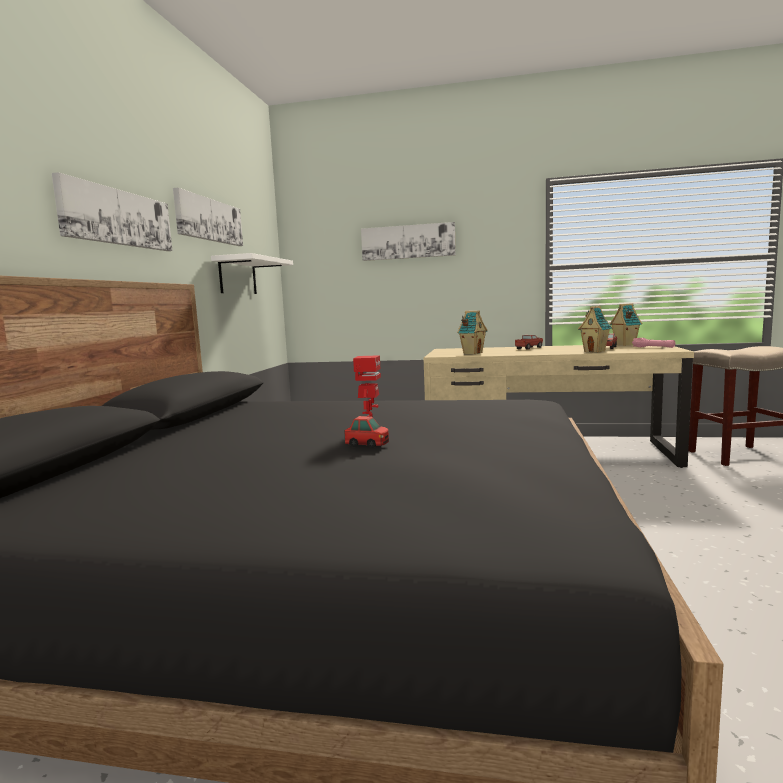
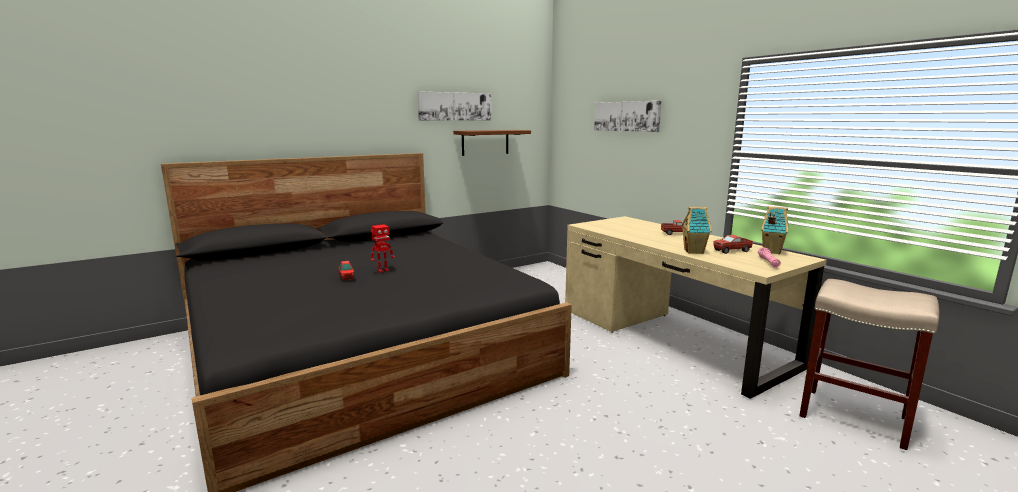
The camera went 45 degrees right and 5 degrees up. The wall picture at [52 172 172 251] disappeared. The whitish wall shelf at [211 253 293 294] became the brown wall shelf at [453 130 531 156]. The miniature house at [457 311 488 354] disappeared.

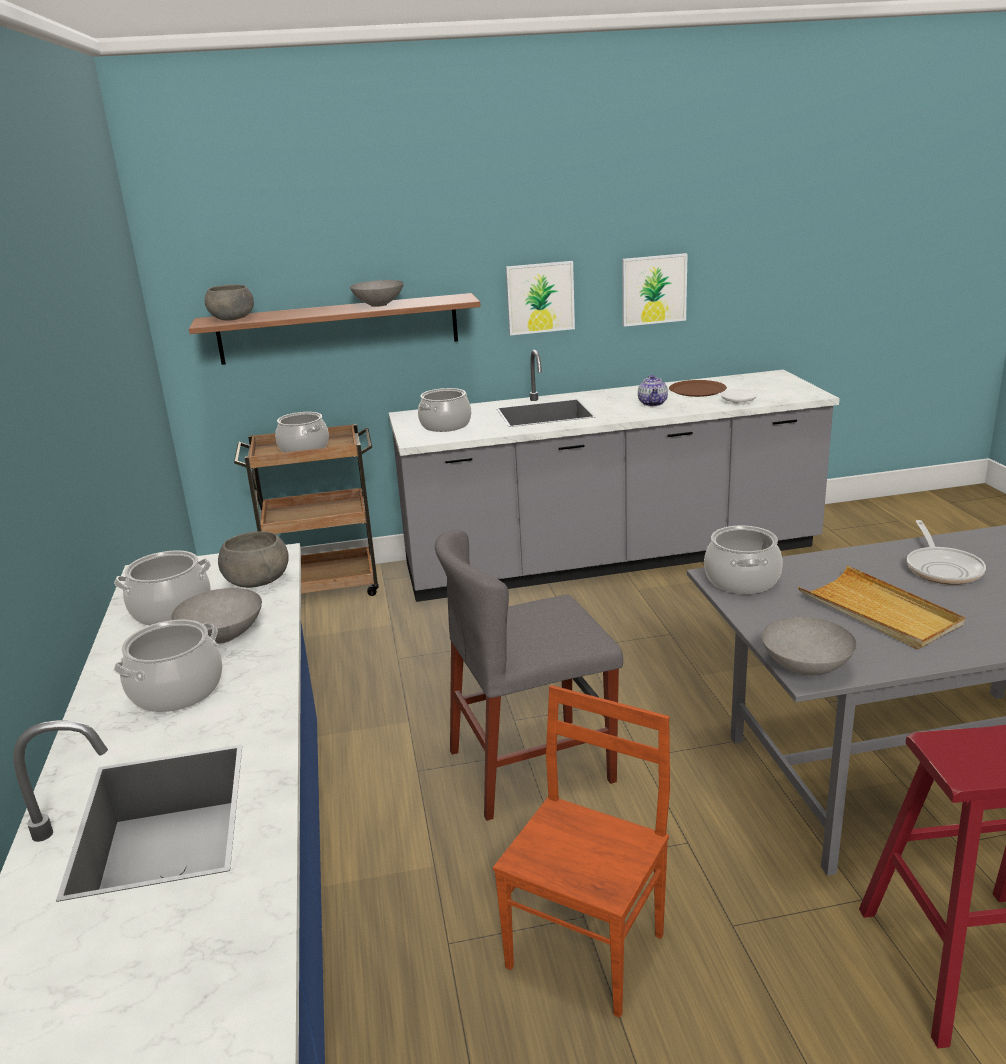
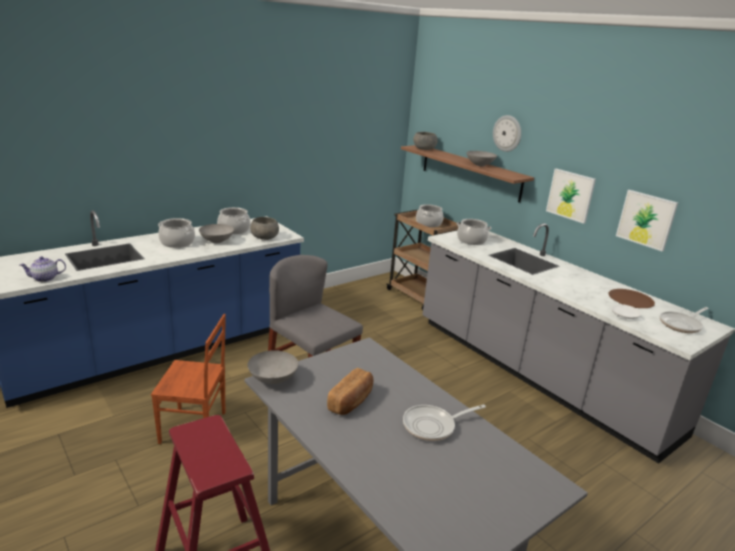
The camera went 60 degrees right and 0 degrees up. The teapot moved from [638 375 668 406] to [19 256 66 282]. The stockpot at [704 525 783 594] disappeared. The sand-coloured tray at [798 565 965 649] was replaced by the bakery bread at [327 368 373 415]. The hanging clock at [493 115 521 152] appeared. The skillet at [659 307 709 333] appeared.

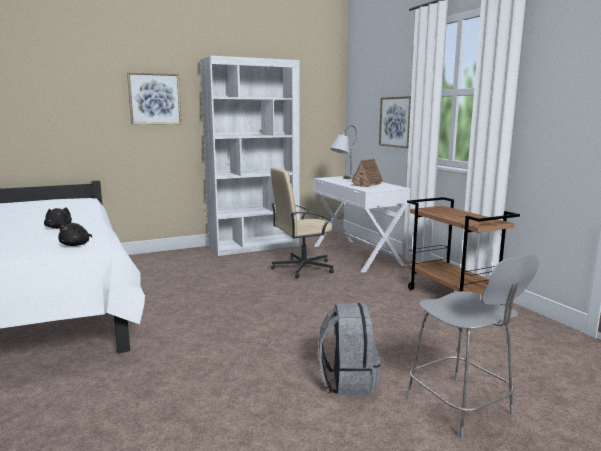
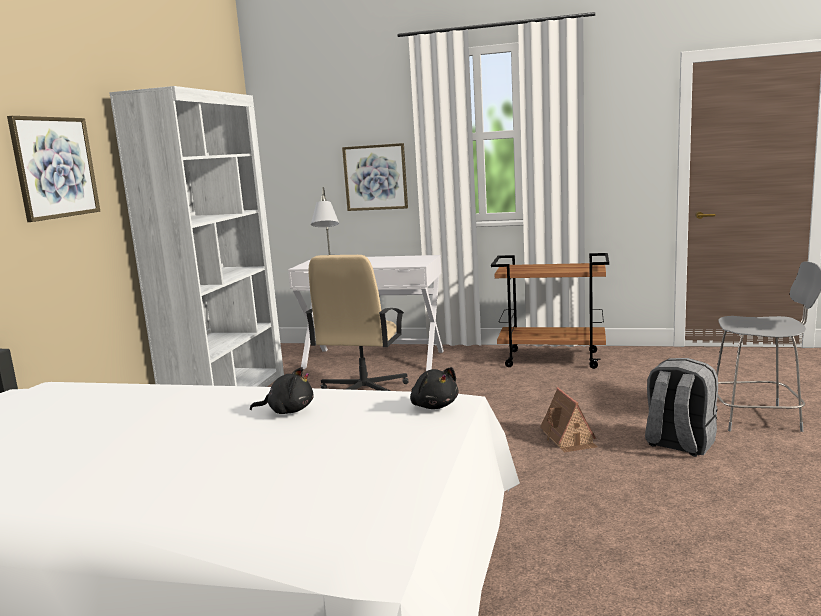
The camera went 50 degrees left and 0 degrees up. The miniature house moved from [352 158 383 187] to [540 387 598 452].

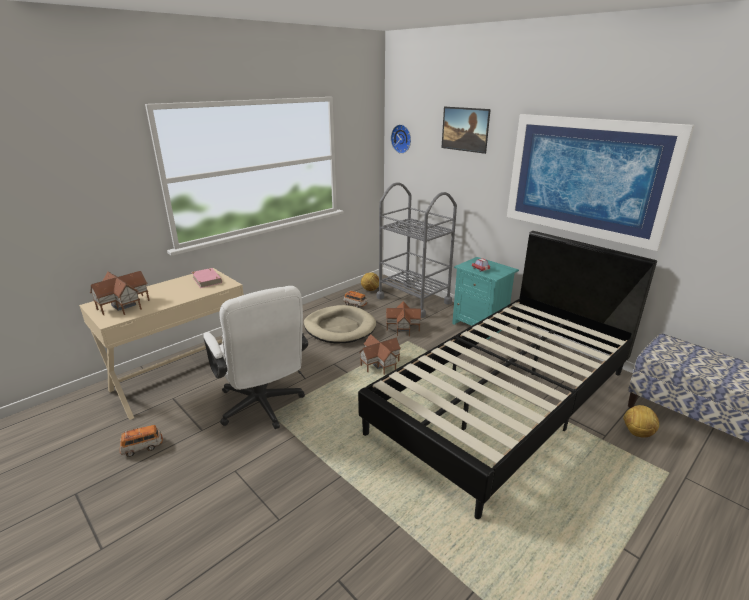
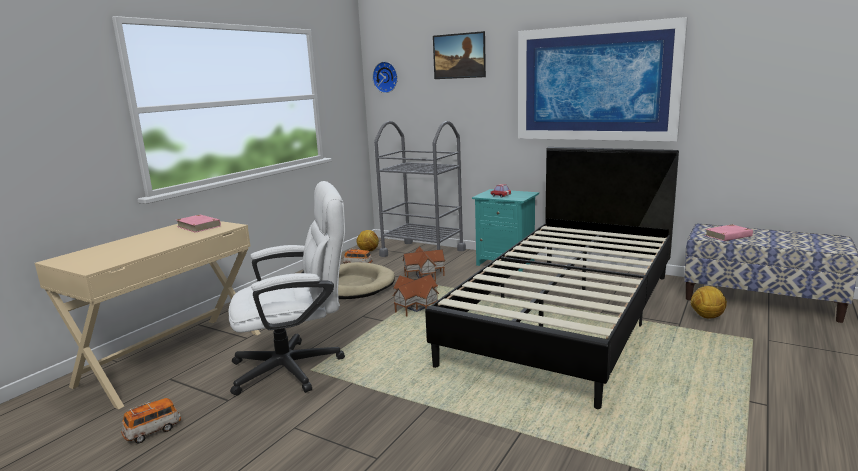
The camera went 15 degrees left and 10 degrees down. The miniature house at [90 271 150 315] disappeared. The whitish office chair at [204 286 308 429] turned 60 degrees counterclockwise. The pink-coloured volume at [705 224 753 241] appeared.

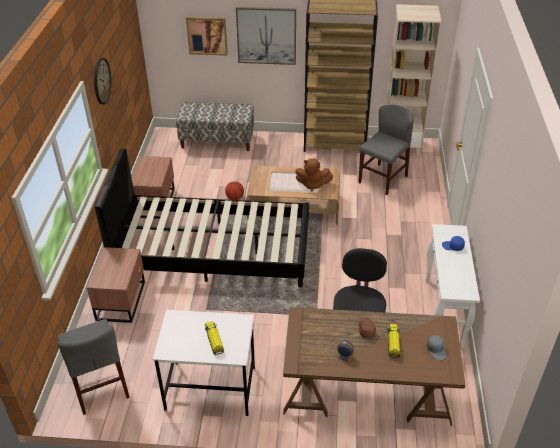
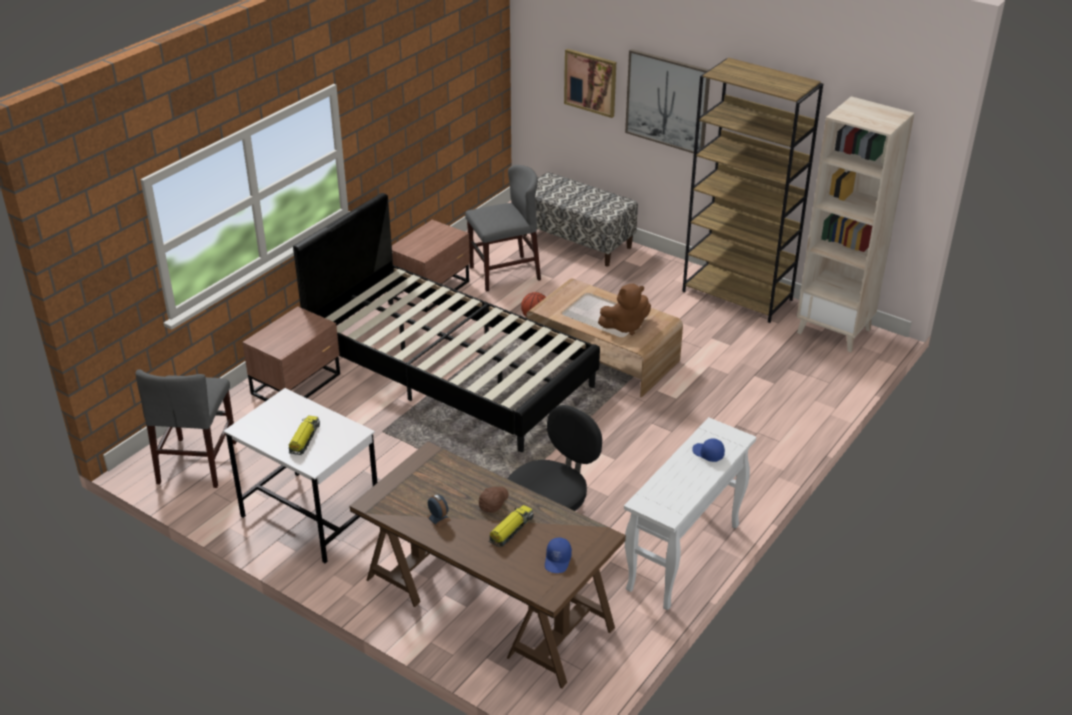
The camera went 30 degrees right and 5 degrees down. The hanging clock at [94 58 111 104] disappeared. The greyish chair moved from [358 105 414 195] to [465 165 541 292]. The brown soft toy at [295 158 334 192] turned 60 degrees counterclockwise. The greyish peaked cap at [427 335 447 360] became the bluish peaked cap at [545 538 572 573].

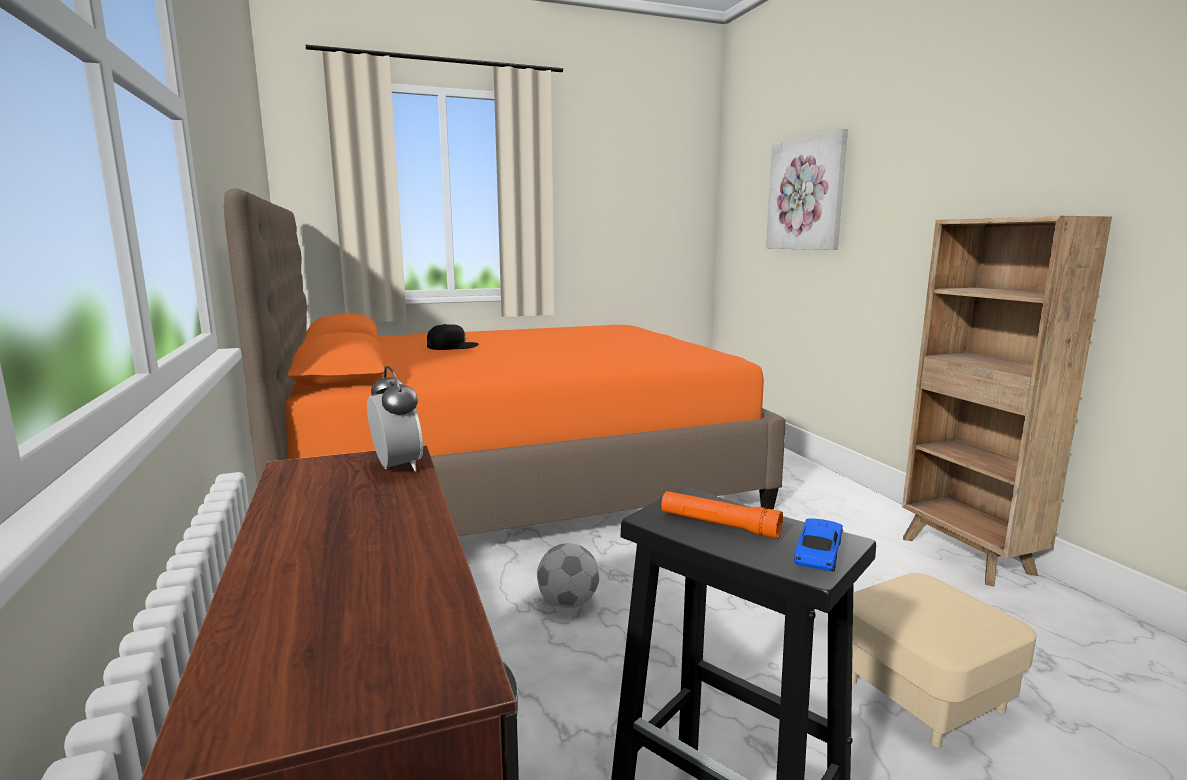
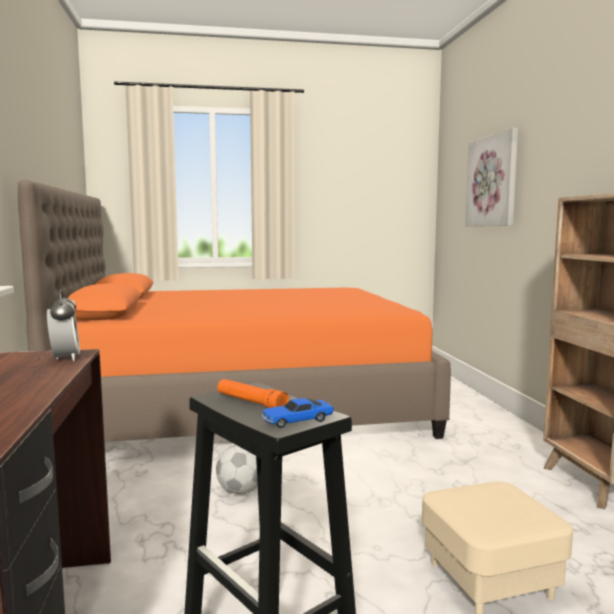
The camera went 10 degrees right and 5 degrees down. The blackish peaked cap at [427 324 479 350] disappeared. The miniature car at [794 518 843 571] turned 150 degrees counterclockwise.

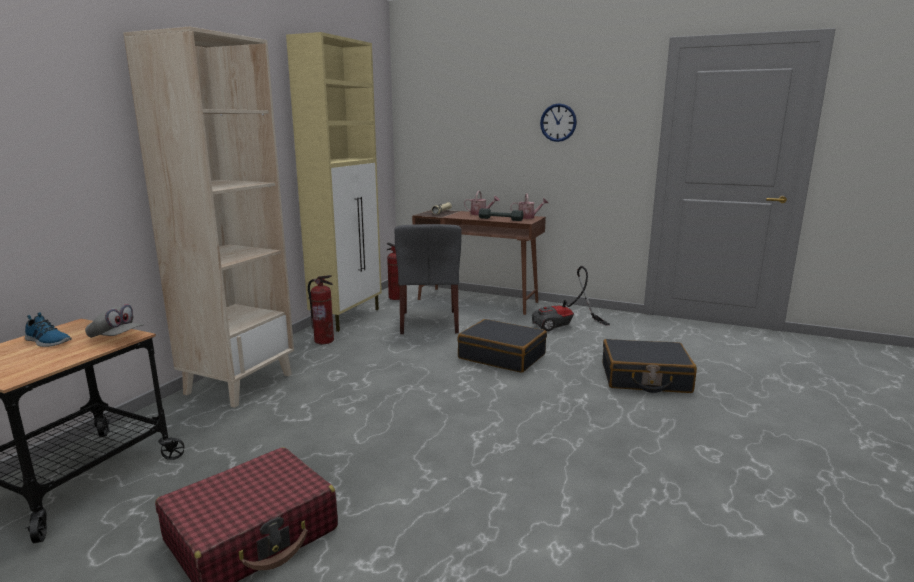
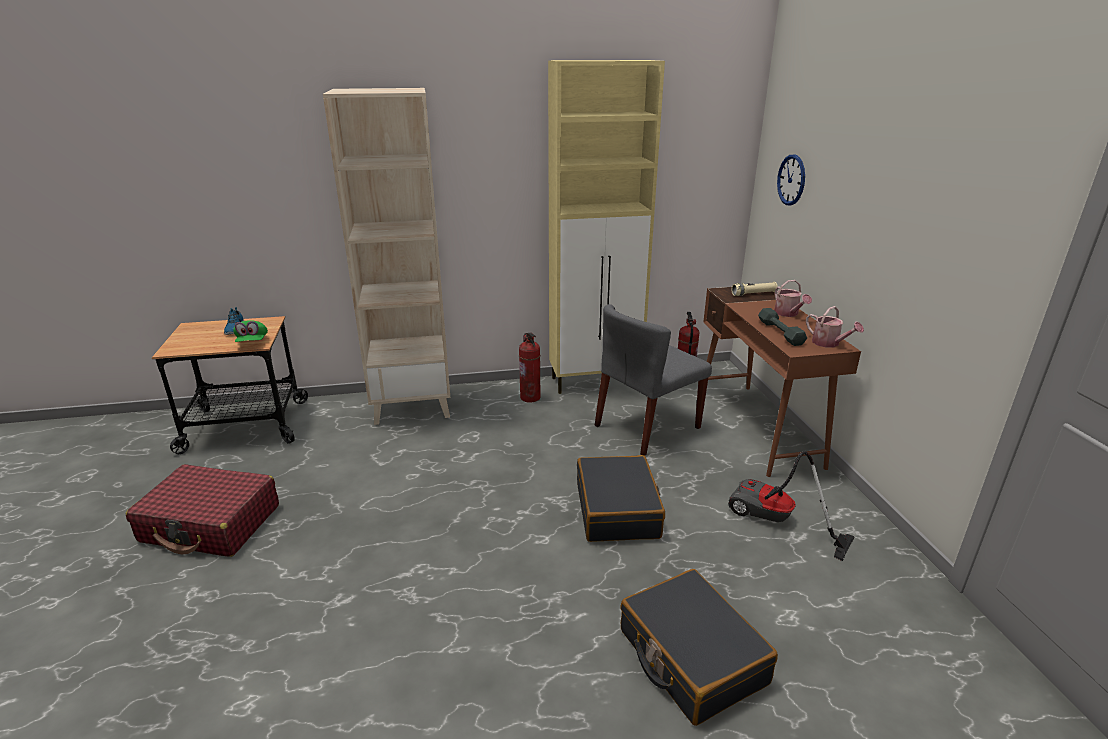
The camera went 55 degrees right and 10 degrees up. The hanging clock moved from [540 103 577 142] to [777 155 805 205]. The greyish peaked cap at [85 304 144 338] became the green peaked cap at [233 320 268 342].

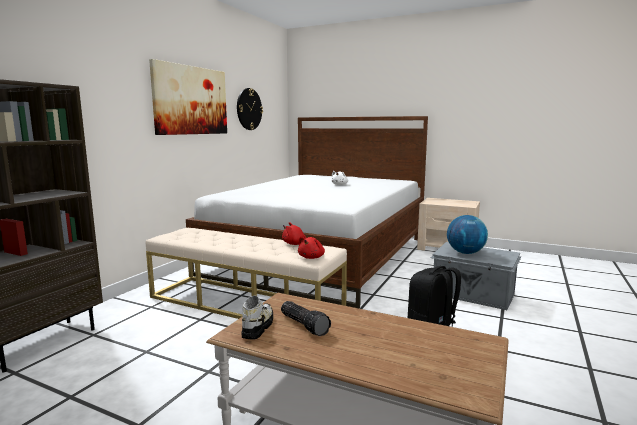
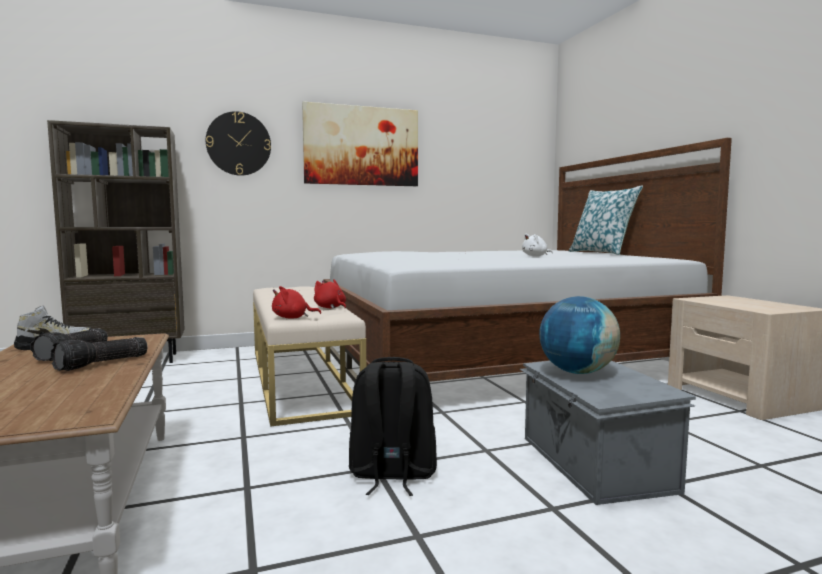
The camera went 45 degrees right and 5 degrees down. The hanging clock moved from [237 88 263 130] to [206 111 271 176]. The throw pillow at [569 186 643 255] appeared. The torch at [51 337 147 371] appeared.

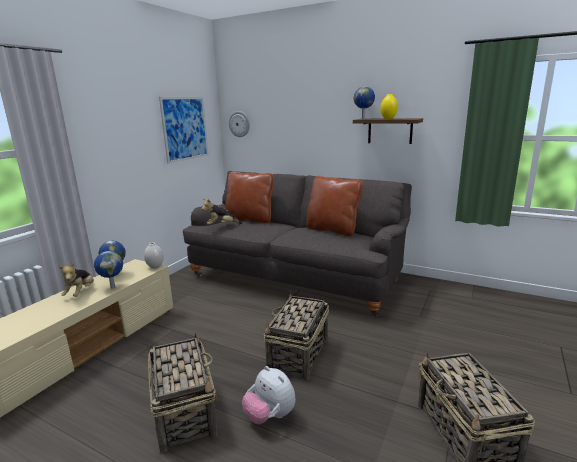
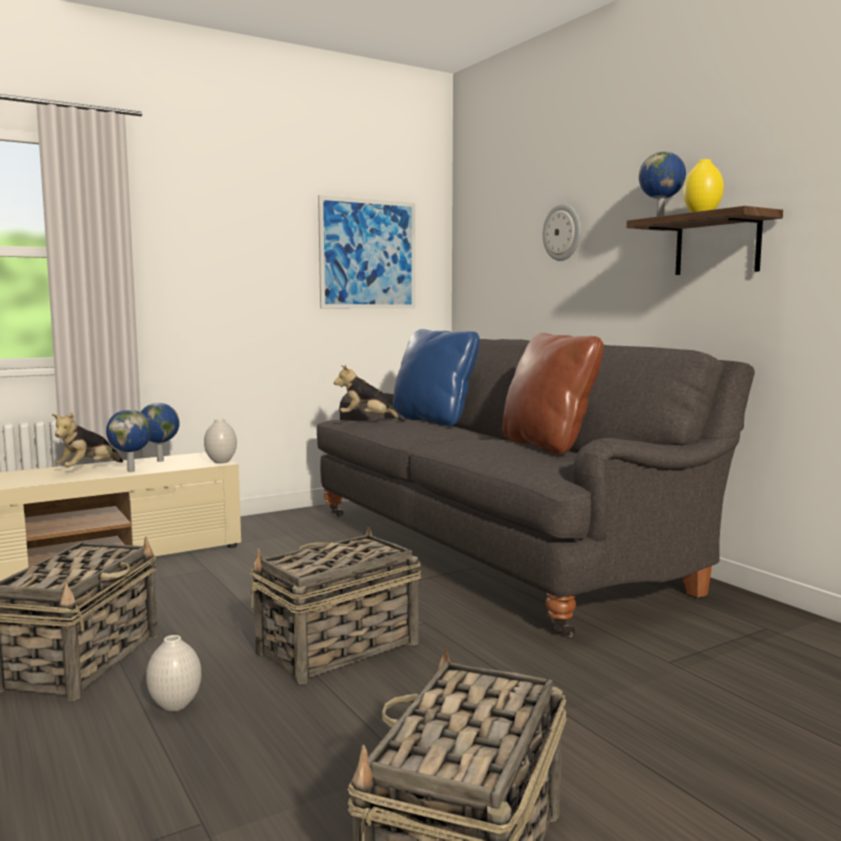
The camera went 30 degrees right and 10 degrees down. The hanging clock moved from [229 111 250 137] to [543 204 581 261]. The brown throw pillow at [225 172 274 223] became the bluish throw pillow at [393 329 480 426]. The soft toy at [242 366 296 424] was replaced by the whitish decorative vase at [146 635 202 712].

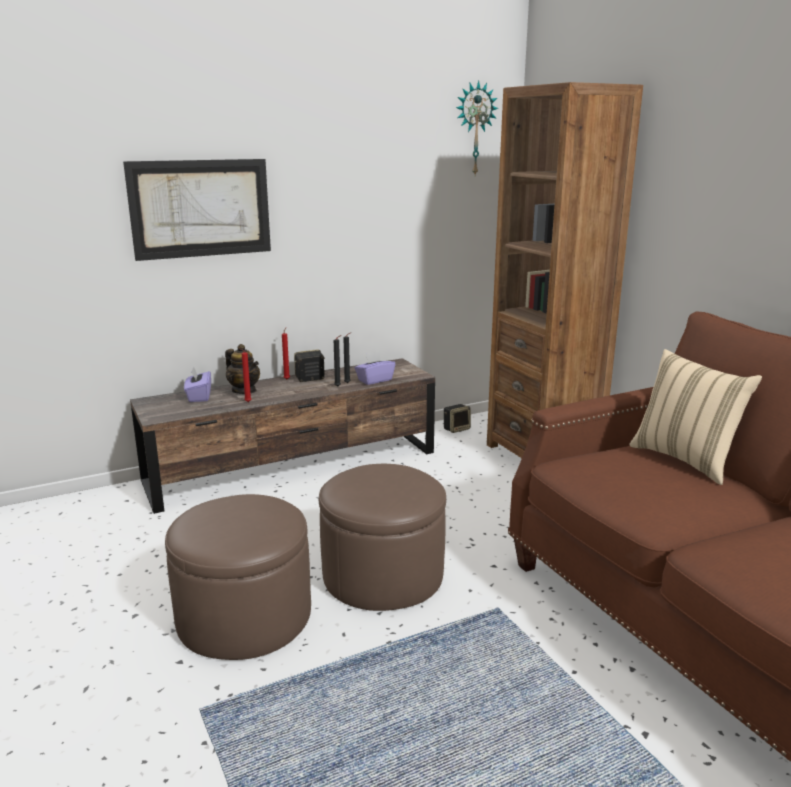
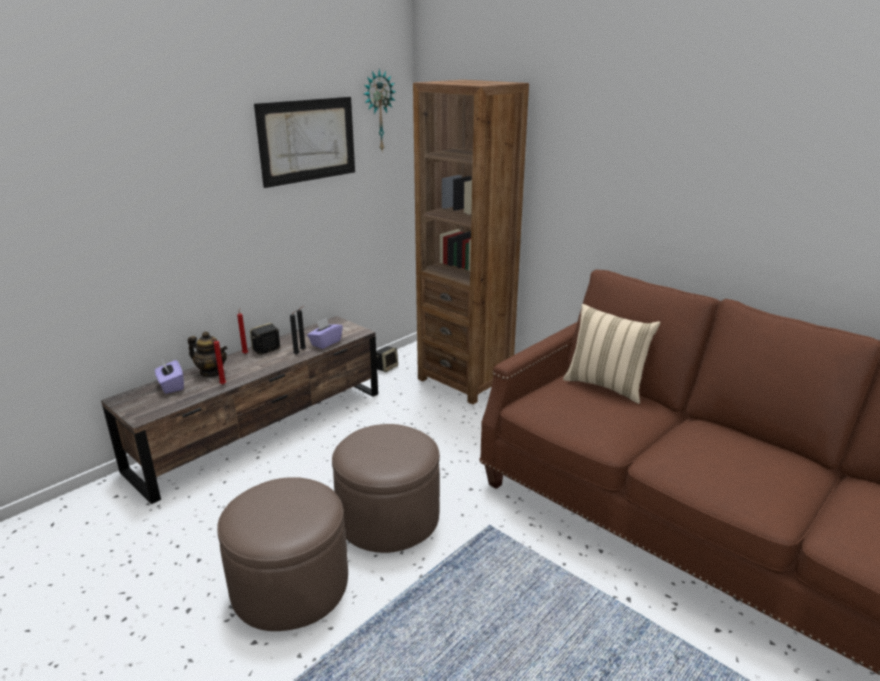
The camera went 20 degrees left and 5 degrees up. The wall picture moved from [123 159 271 261] to [254 97 355 188].

